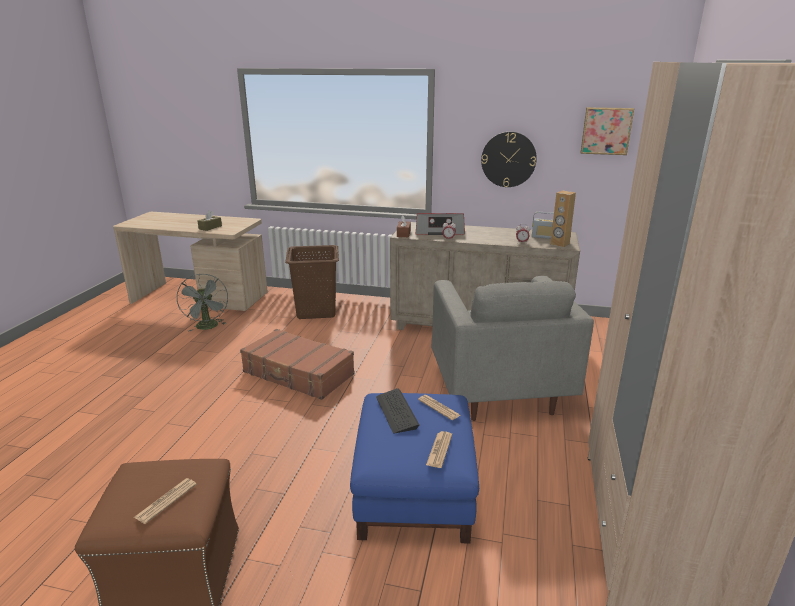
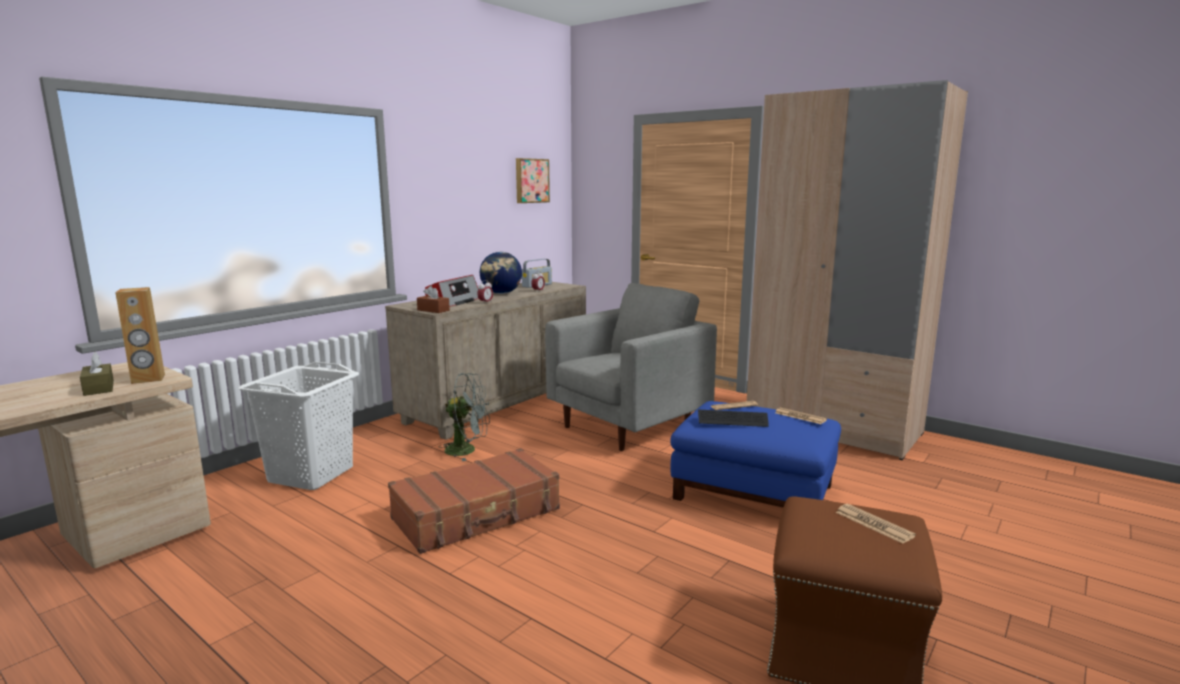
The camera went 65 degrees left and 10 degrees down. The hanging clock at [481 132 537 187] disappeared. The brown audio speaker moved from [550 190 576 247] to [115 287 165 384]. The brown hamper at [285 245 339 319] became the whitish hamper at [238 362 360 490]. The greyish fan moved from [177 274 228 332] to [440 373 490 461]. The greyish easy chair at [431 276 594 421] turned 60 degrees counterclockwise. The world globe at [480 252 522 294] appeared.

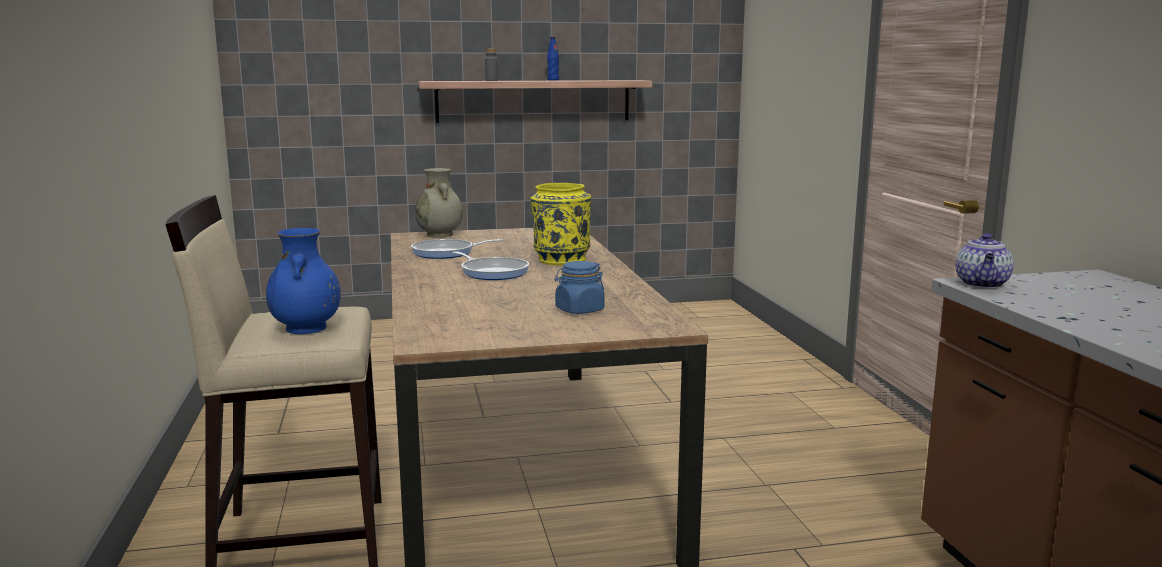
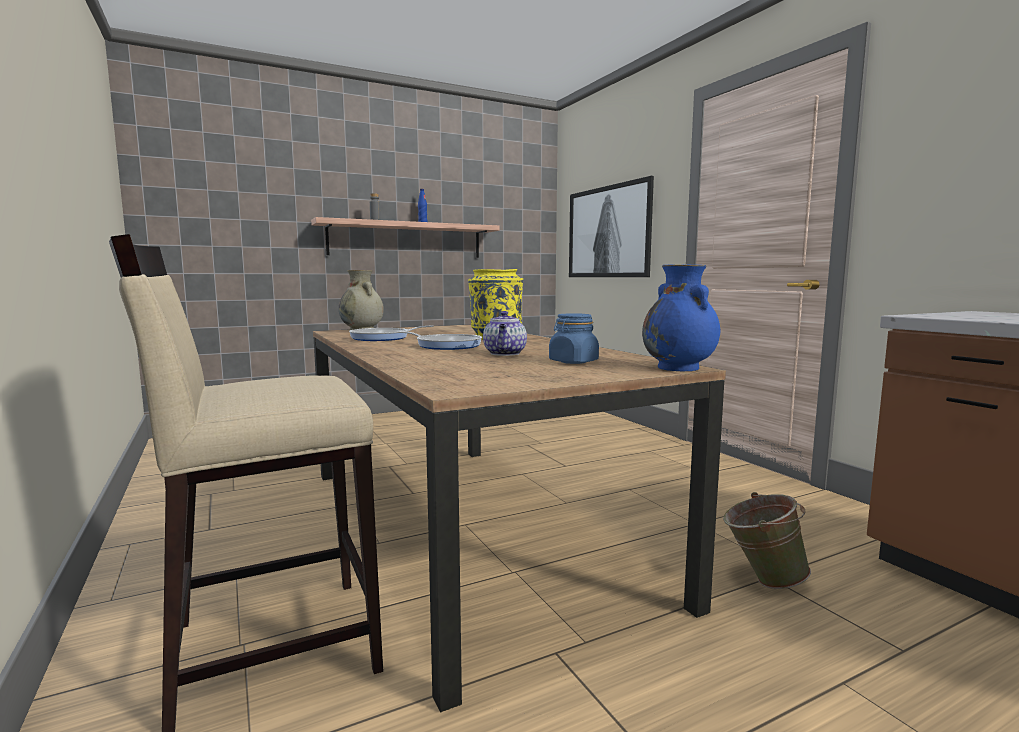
The camera went 15 degrees left and 5 degrees down. The bluish decorative vase moved from [266 228 341 334] to [642 264 720 371]. The teapot moved from [955 233 1014 288] to [483 311 527 356]. The wall picture at [569 176 654 277] appeared. The green bucket at [723 492 811 589] appeared.

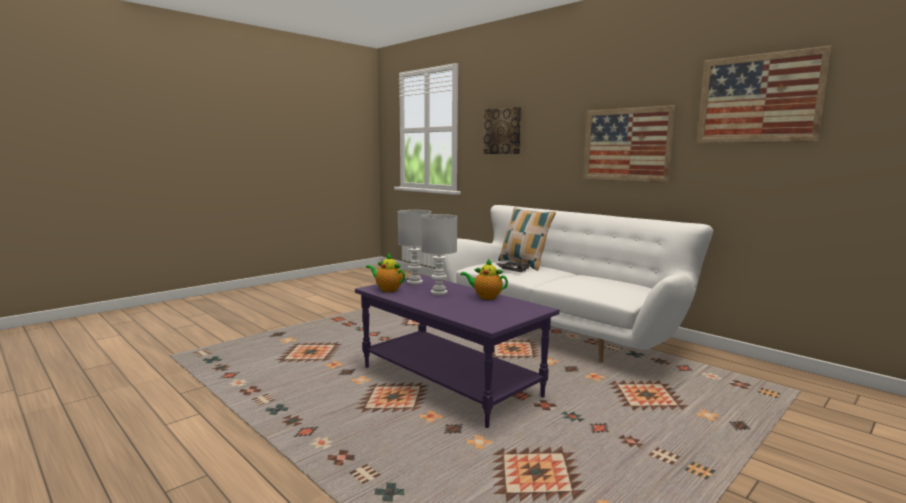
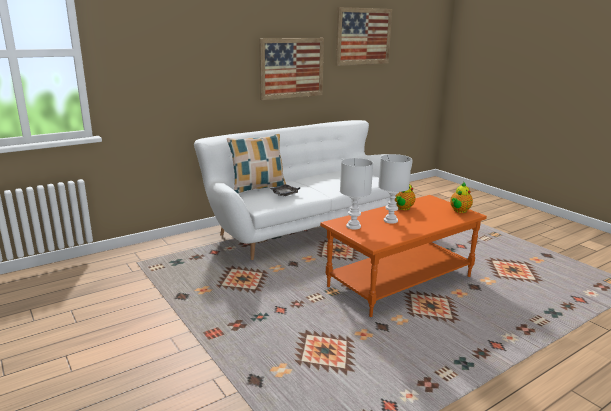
The camera went 80 degrees left and 10 degrees up. The wall picture at [483 107 521 154] disappeared. The teapot moved from [366 253 405 292] to [450 182 473 213]. The purple-coloured low table at [355 275 560 428] became the orange-coloured low table at [320 195 487 317].

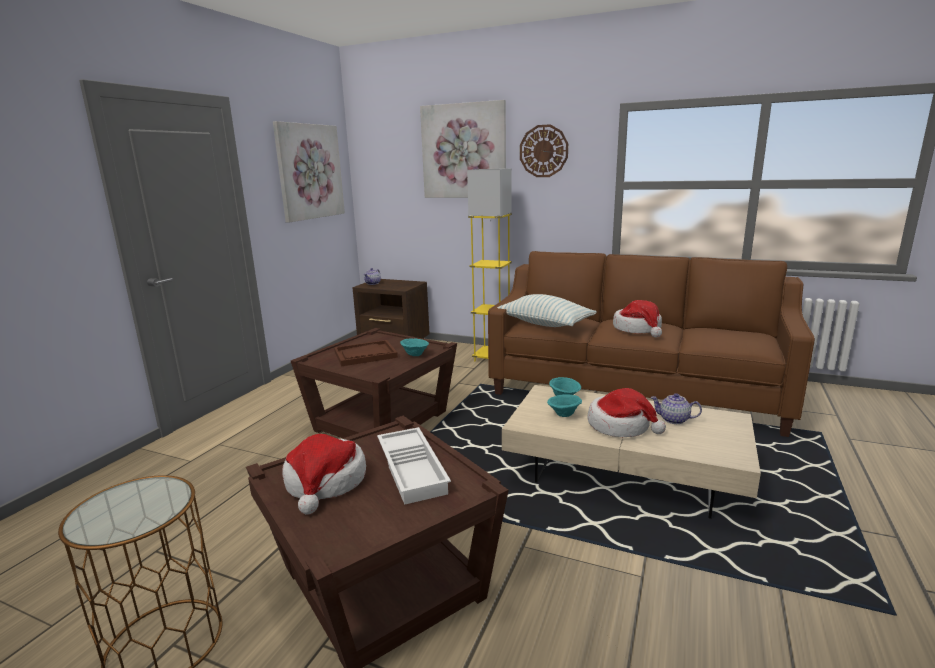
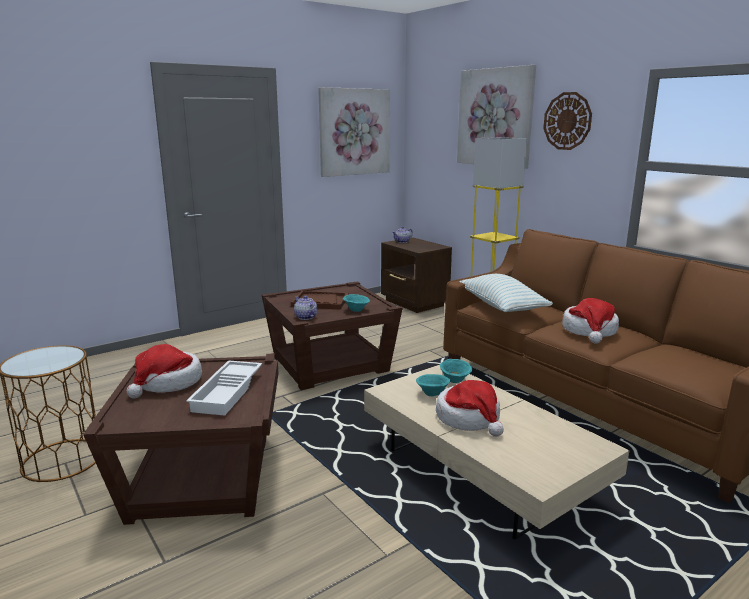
The camera went 30 degrees right and 0 degrees up. The teapot moved from [650 393 702 424] to [294 296 317 320].

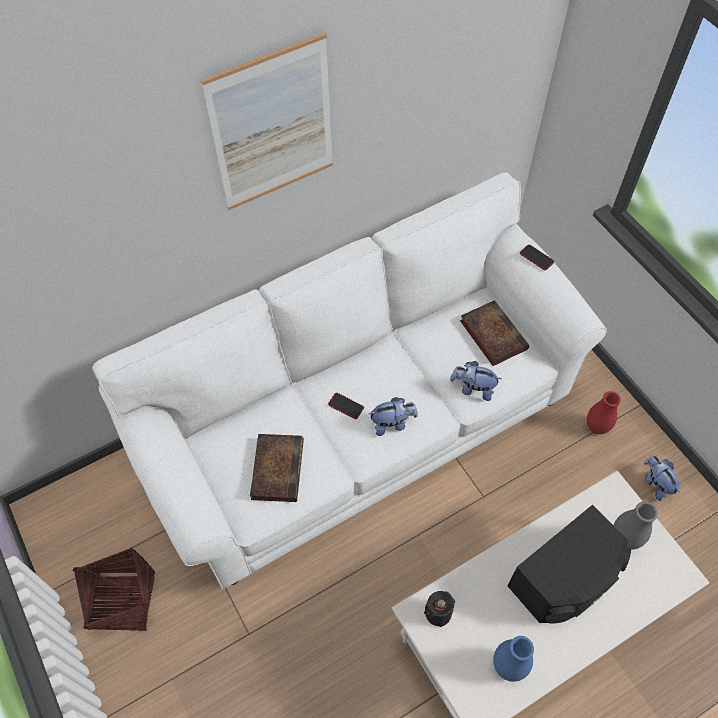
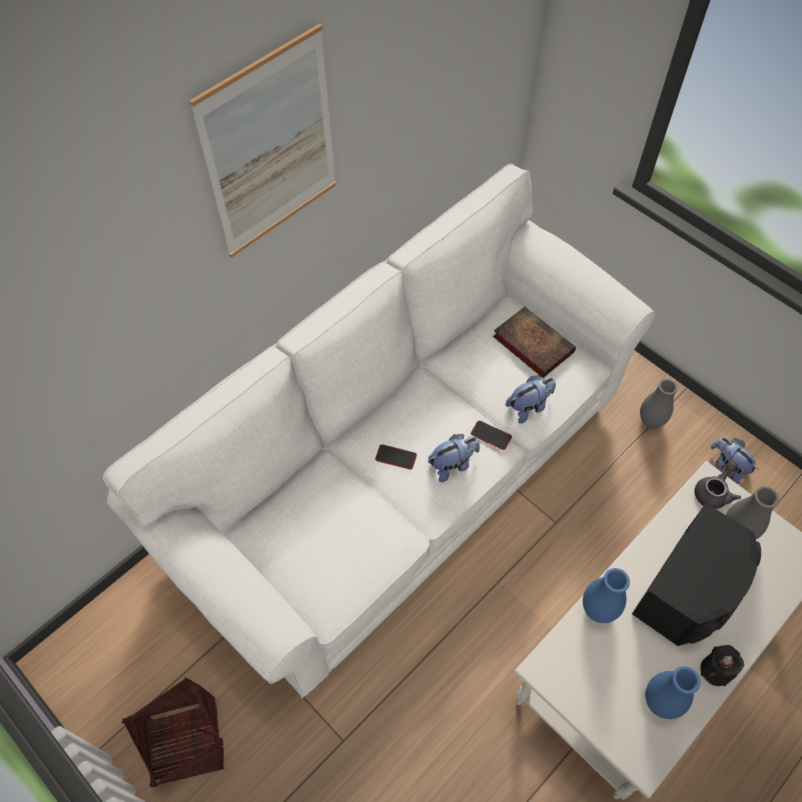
The camera went 15 degrees left and 0 degrees up. The handset moved from [520 245 554 270] to [471 421 512 450]. The soft toy at [450 361 502 401] turned 150 degrees clockwise. The red-coloured decorative vase at [587 391 621 434] became the greyish decorative vase at [640 379 678 428]. The volume at [250 434 304 502] disappeared. The blackish wax candle moved from [424 591 455 627] to [700 645 744 686]. The greyish teapot at [695 460 741 509] appeared. The bluish decorative vase at [583 568 630 623] appeared.

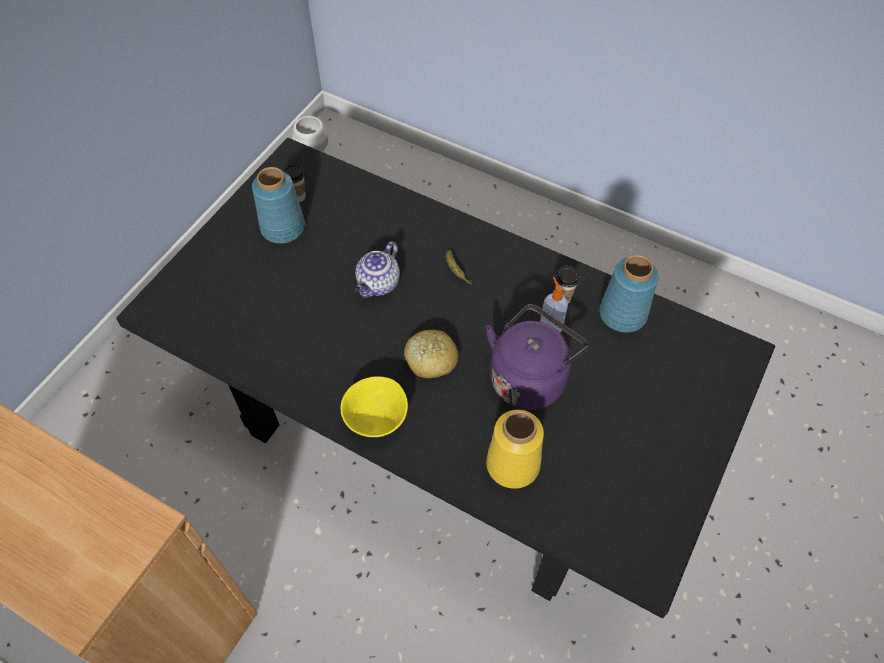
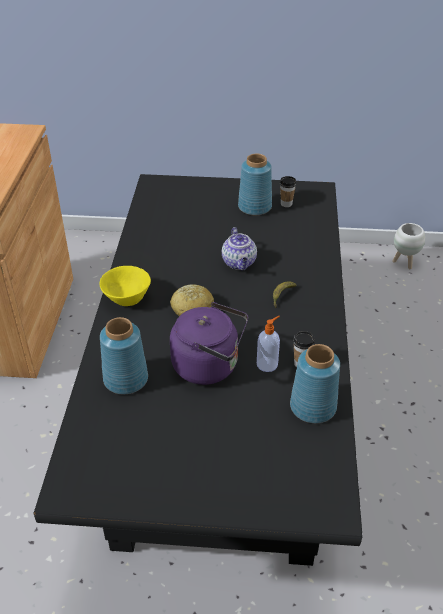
The camera went 65 degrees right and 15 degrees down. The teapot at [355 241 400 298] turned 105 degrees counterclockwise. The yellow-coloured decorative vase at [486 410 544 489] became the bluish decorative vase at [100 317 148 394].

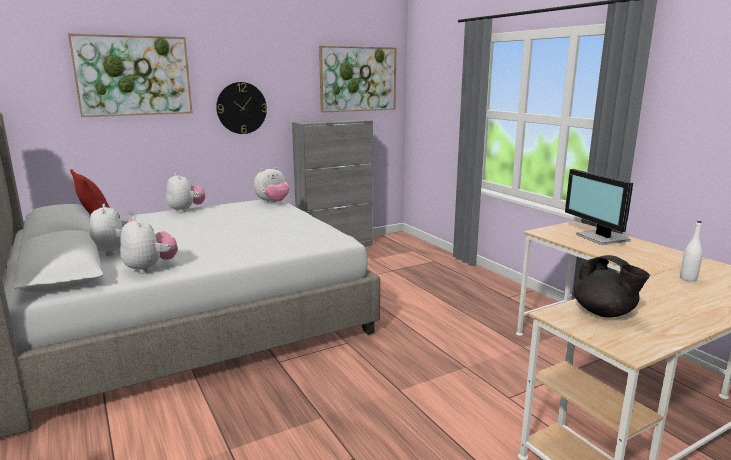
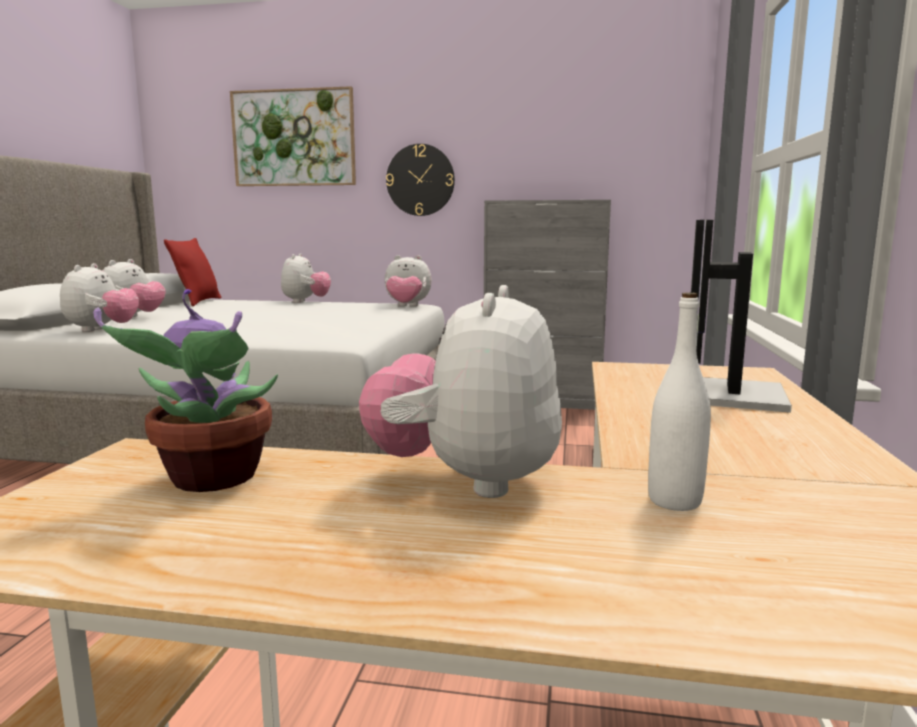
The camera went 40 degrees right and 5 degrees down. The wall picture at [319 46 396 113] disappeared. The blackish teapot at [574 255 650 318] was replaced by the potted plant at [93 289 278 492]. The soft toy at [359 285 562 498] appeared.

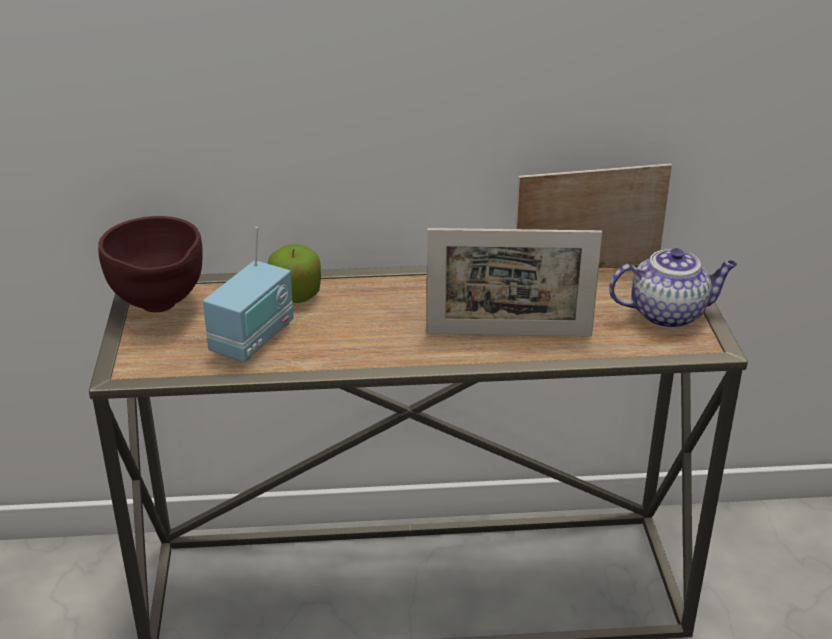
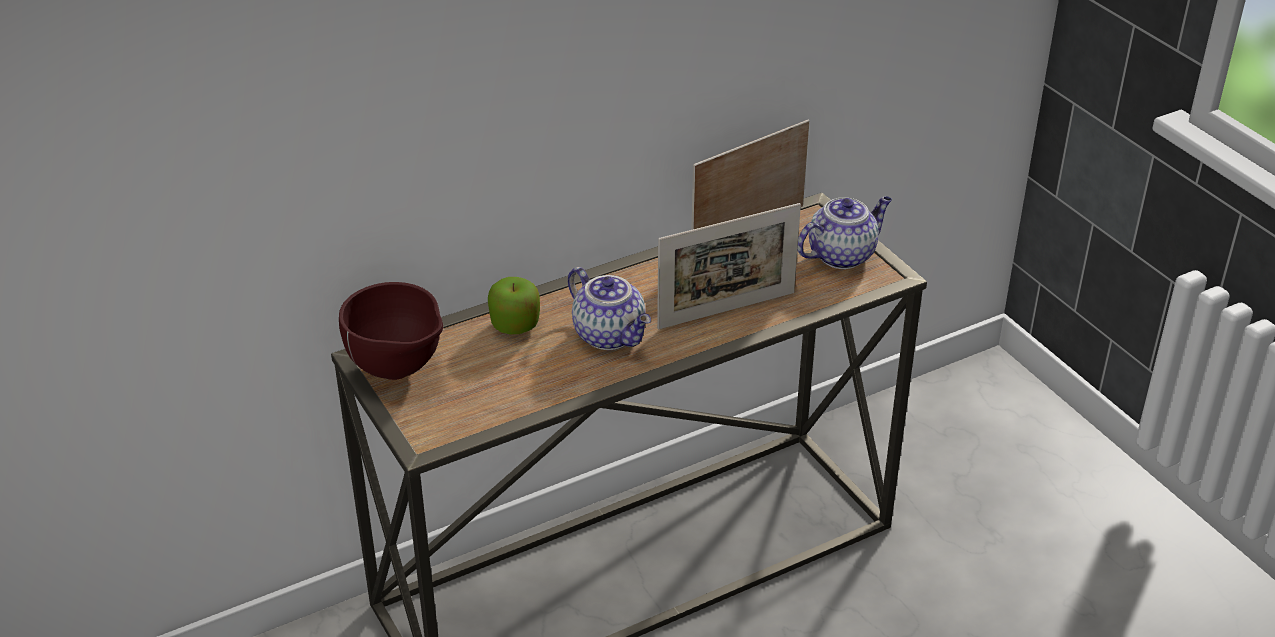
The camera went 25 degrees left and 5 degrees up. The radio set at [203 227 293 362] disappeared. The teapot at [568 267 651 350] appeared.

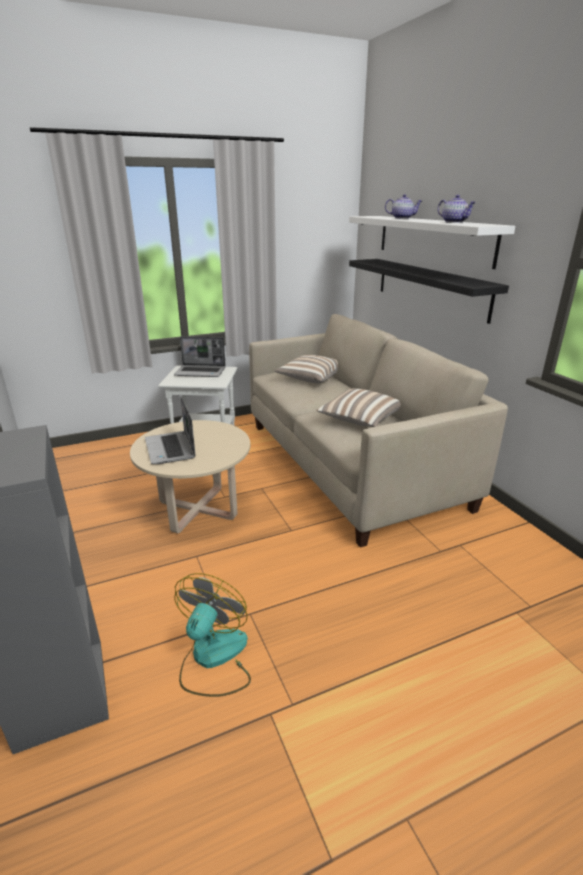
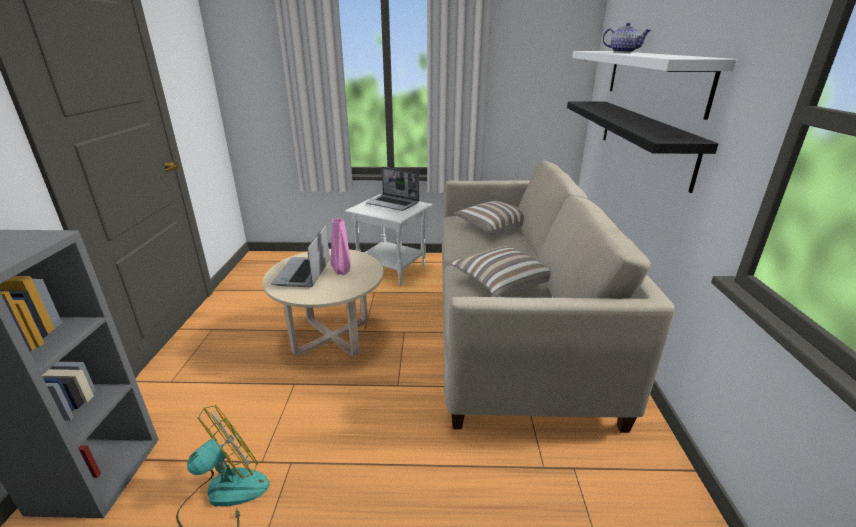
The camera went 25 degrees right and 0 degrees up. The teapot at [438 195 476 223] disappeared. The pink-coloured decorative vase at [331 218 351 275] appeared.

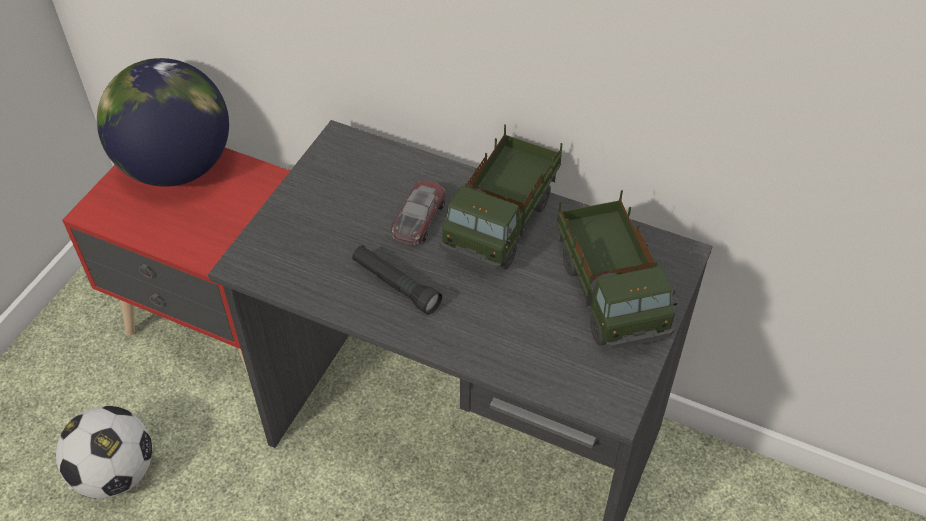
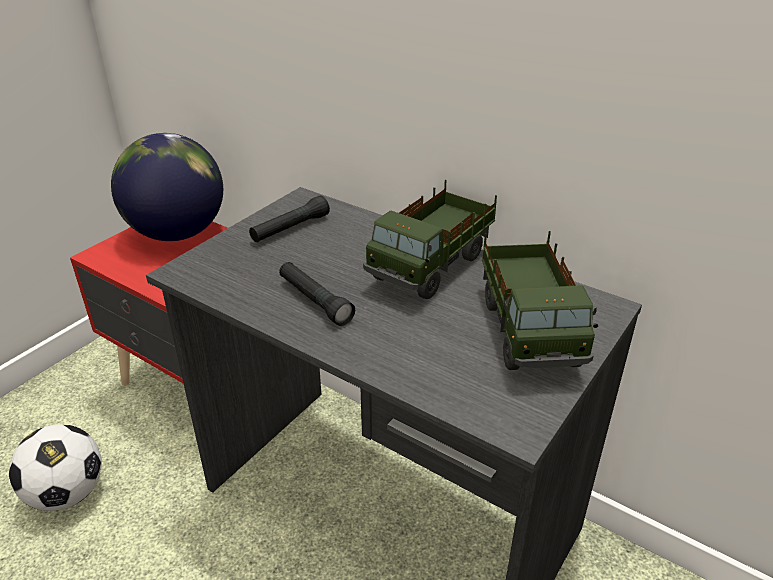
The camera went 10 degrees right and 15 degrees down. The miniature car at [391 180 445 245] disappeared. The blackish torch at [249 195 330 242] appeared.

